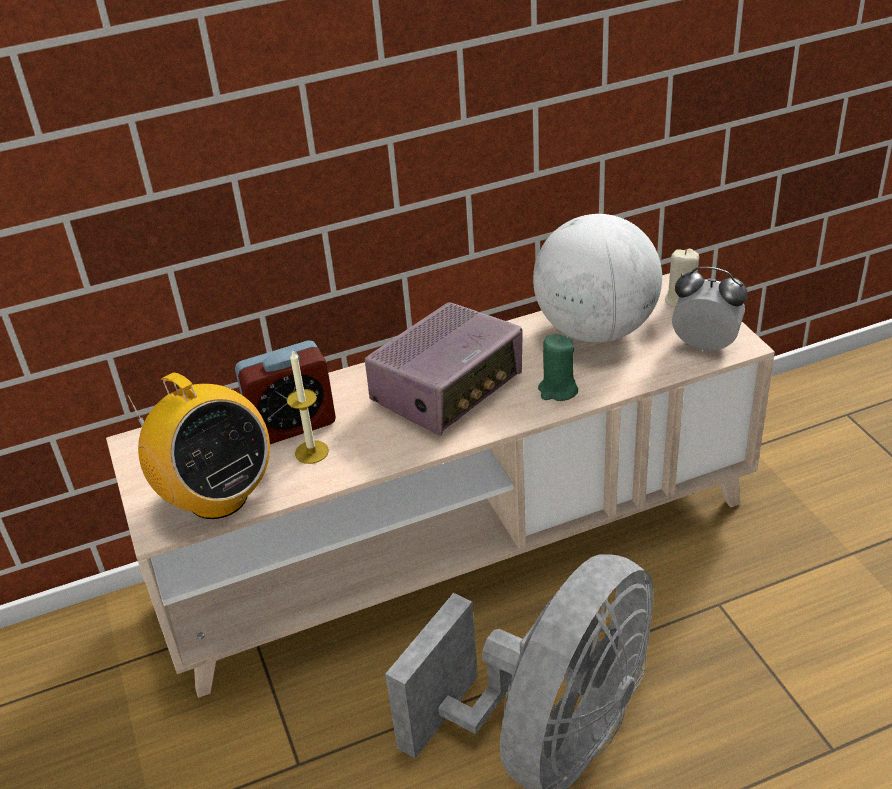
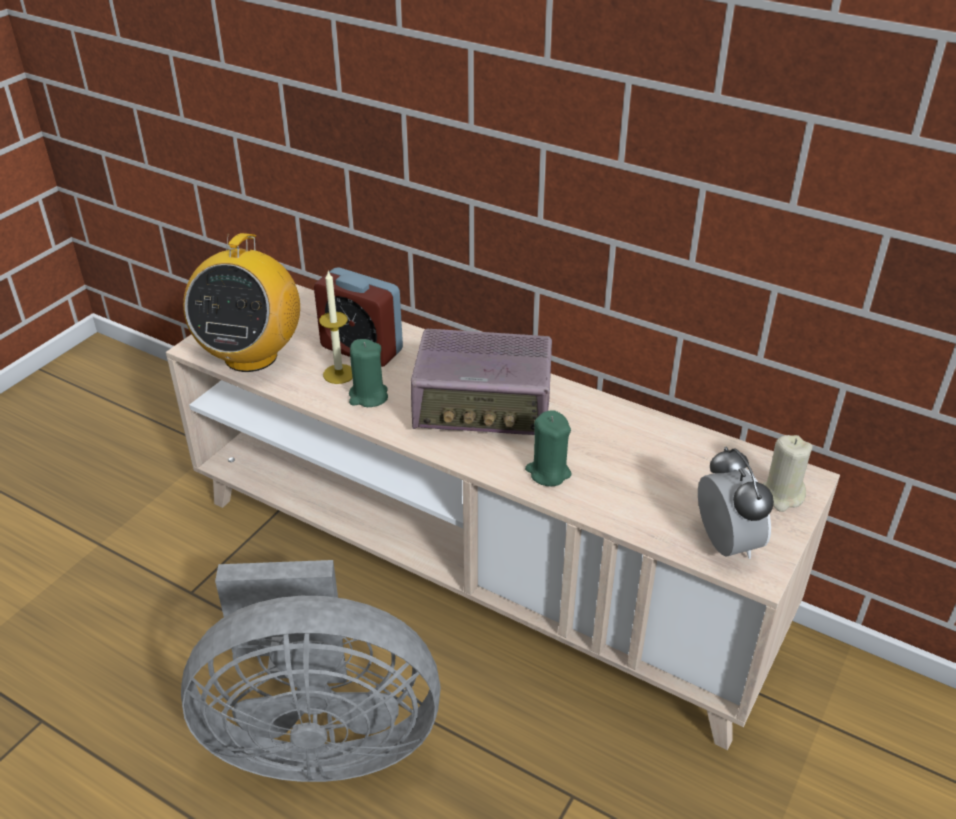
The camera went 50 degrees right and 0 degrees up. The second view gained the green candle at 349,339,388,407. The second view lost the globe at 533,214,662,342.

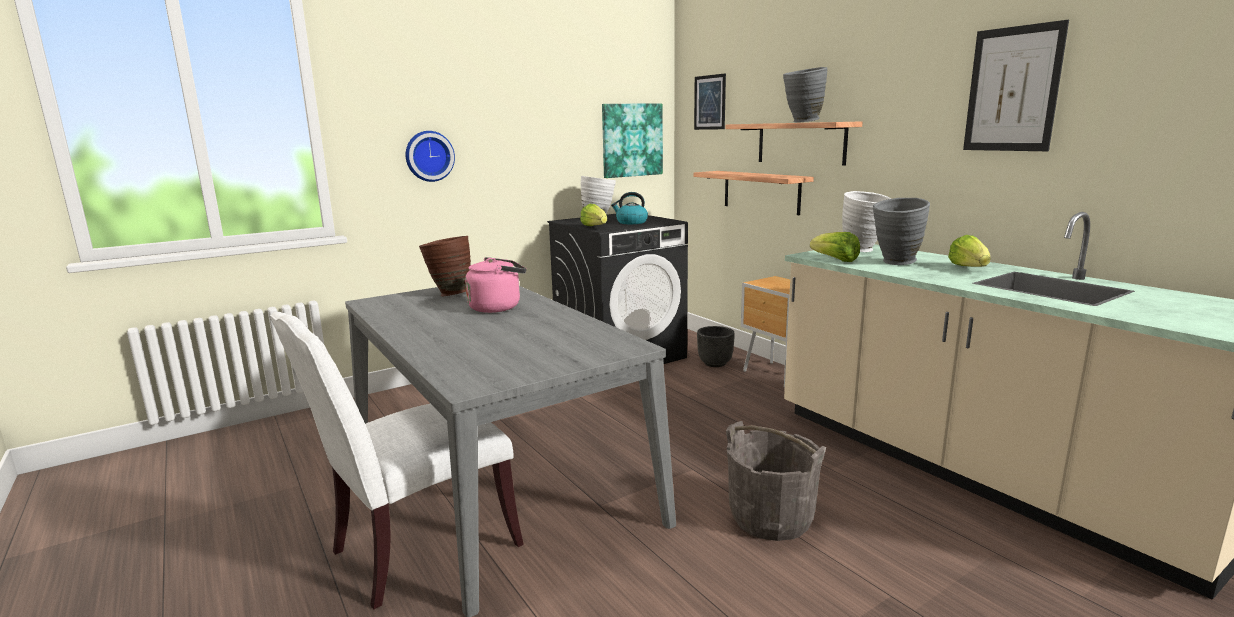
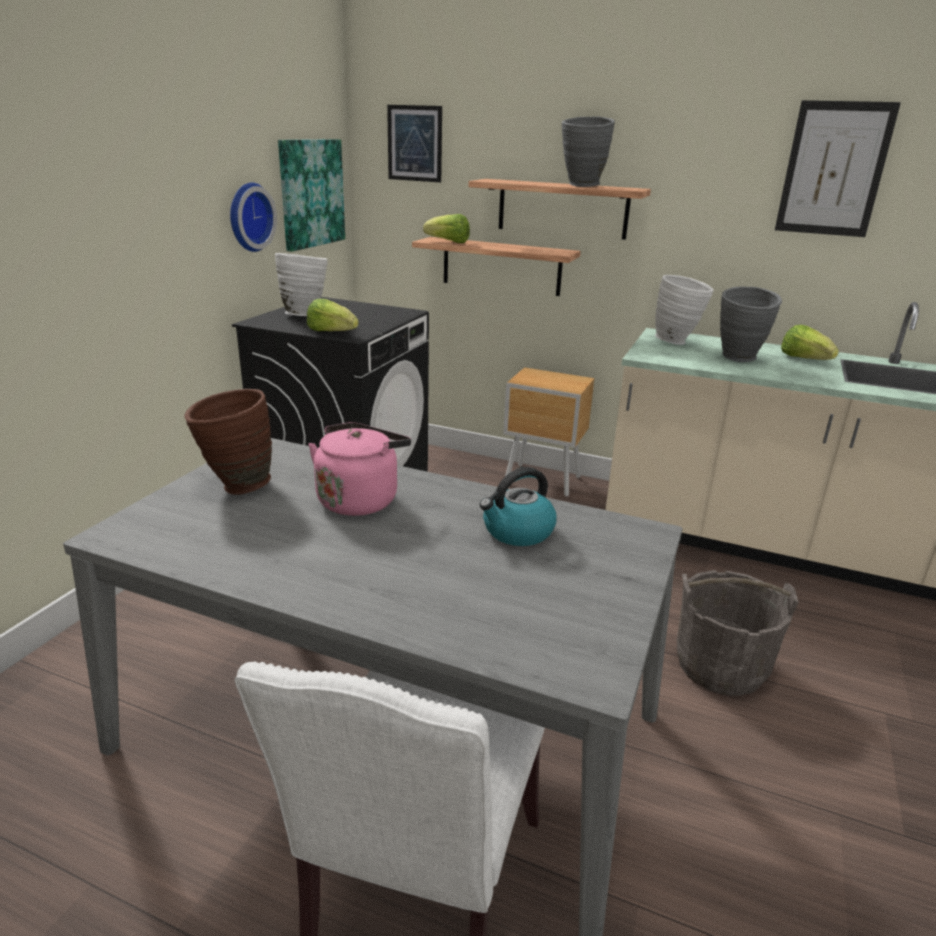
The camera went 35 degrees left and 10 degrees up. The wall clock ended up elsewhere, having gone from 406,131,455,182 to 230,182,277,252. The lettuce ended up elsewhere, having gone from 810,232,860,262 to 423,214,470,243. The kettle ended up elsewhere, having gone from 611,192,648,224 to 479,467,556,546. The second view lost the black planter at 697,326,735,367.

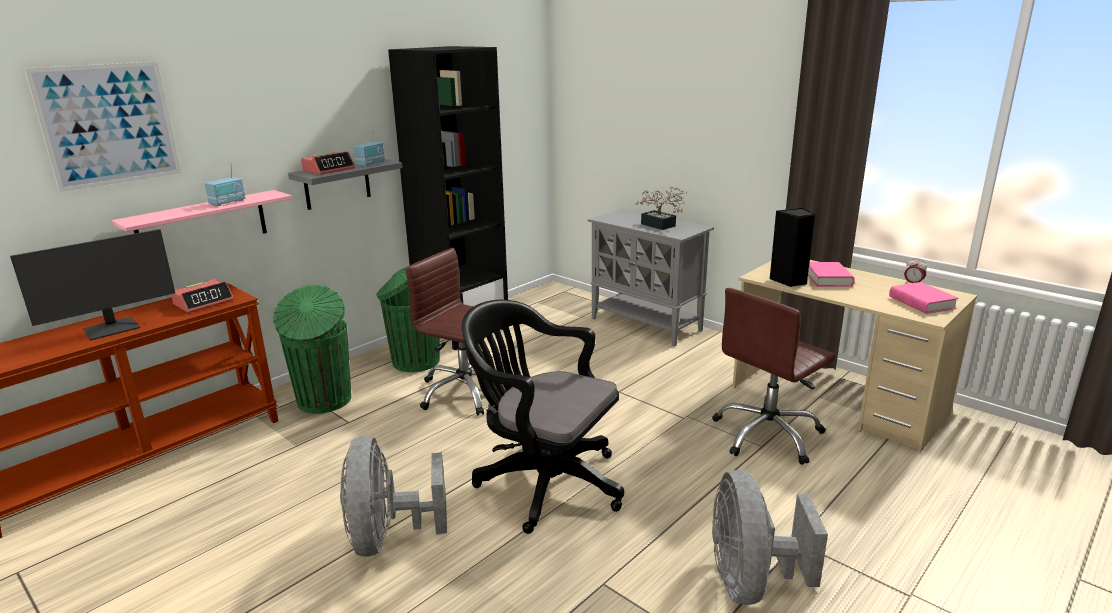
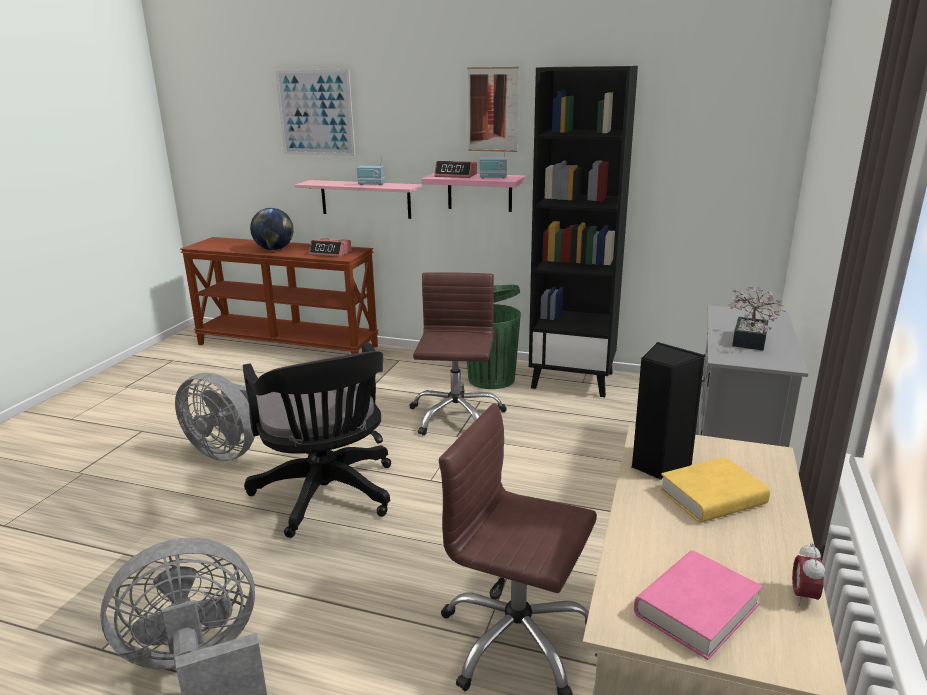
The camera went 65 degrees right and 0 degrees up. The grey fan at 340,436,447,556 ended up facing another way, 120 degrees counterclockwise from before. The black office chair at 462,300,624,534 ended up facing another way, 150 degrees clockwise from before. Where the monitor stood at 10,229,175,340, the globe came to stand at 250,208,294,250. What was the grey shelf at 288,159,403,210 turned into the pink shelf at 421,173,526,212. The second view gained the picture at 467,67,519,152. What was the pink book at 808,262,855,287 turned into the yellow book at 660,457,770,523. The second view lost the green trash can at 273,285,351,414.

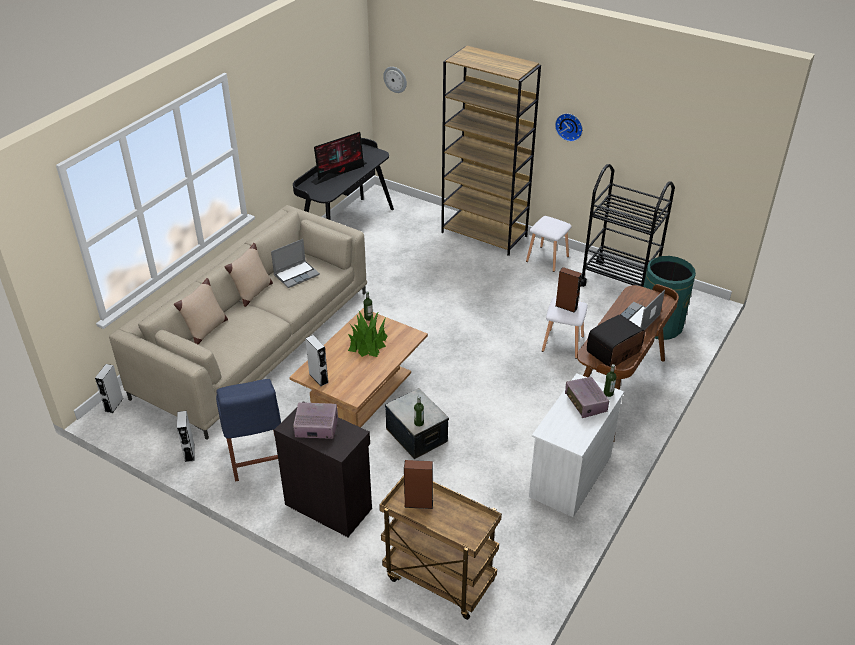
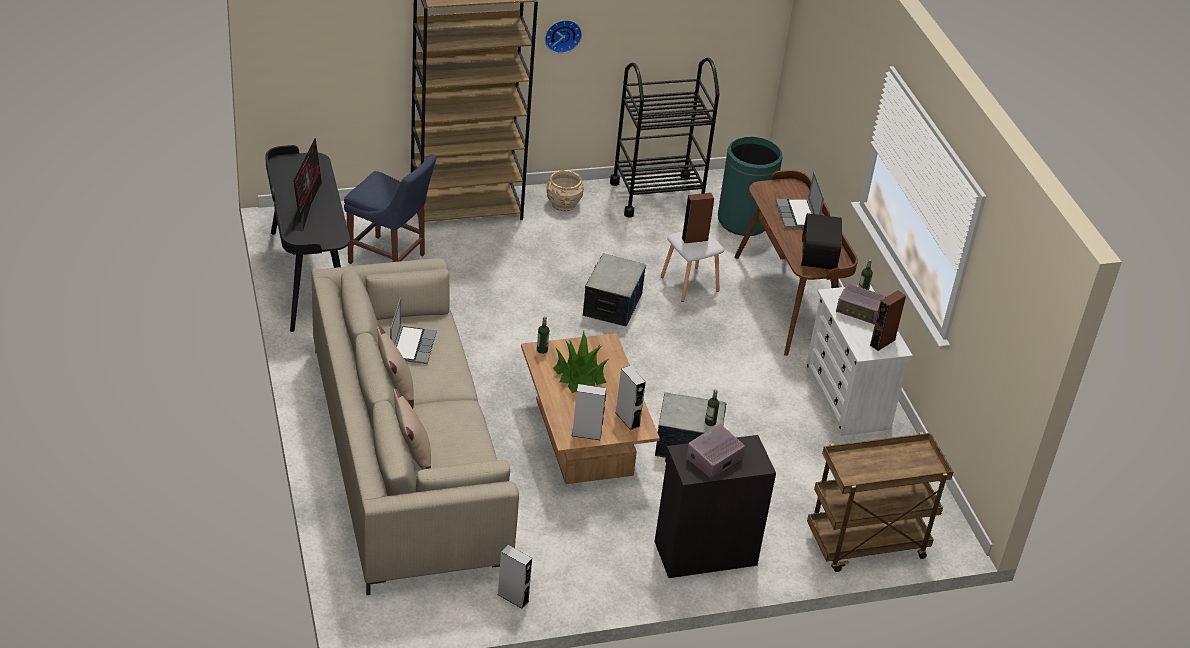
The camera went 50 degrees left and 0 degrees up. The blue chair ended up elsewhere, having gone from 216,379,281,482 to 344,154,436,264. Where the white stool stood at 526,216,572,272, the beige planter came to stand at 546,170,584,211. The second view gained the storage box at 583,253,646,327. The grey speaker ended up elsewhere, having gone from 95,364,123,413 to 616,365,646,430. The brown speaker ended up elsewhere, having gone from 404,460,433,509 to 870,290,906,351. The second view lost the wall clock at 383,67,407,93.

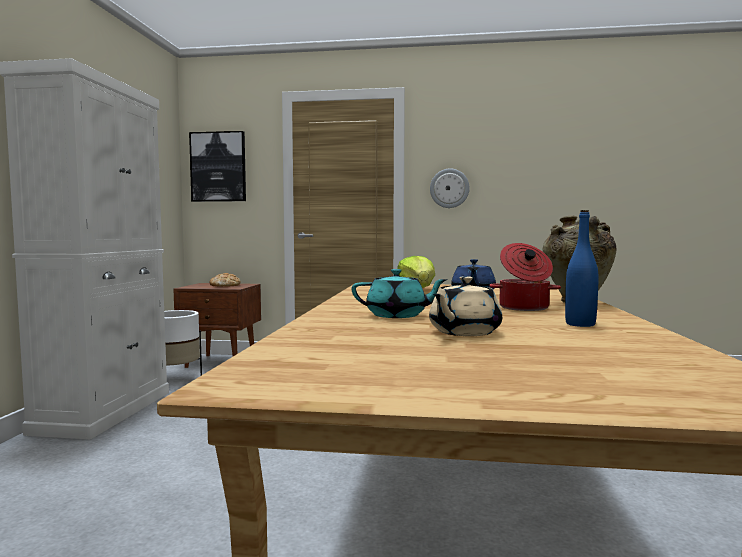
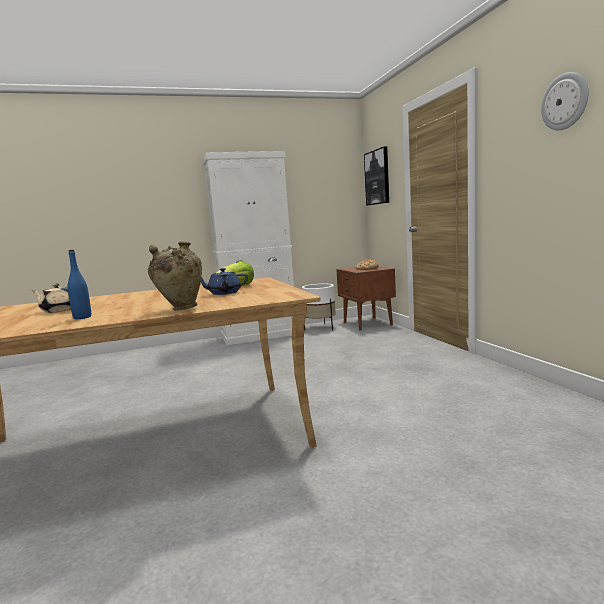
The camera went 65 degrees right and 5 degrees up. The wall clock ended up elsewhere, having gone from 430,168,470,208 to 541,72,588,130. The second view lost the turquoise teapot at 352,269,448,318. The second view lost the cooking pot at 489,243,561,311.

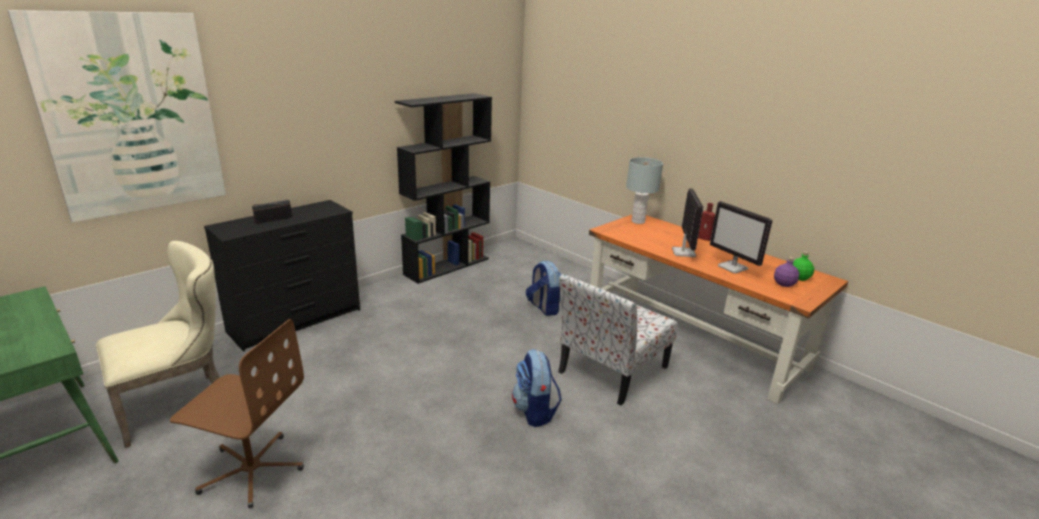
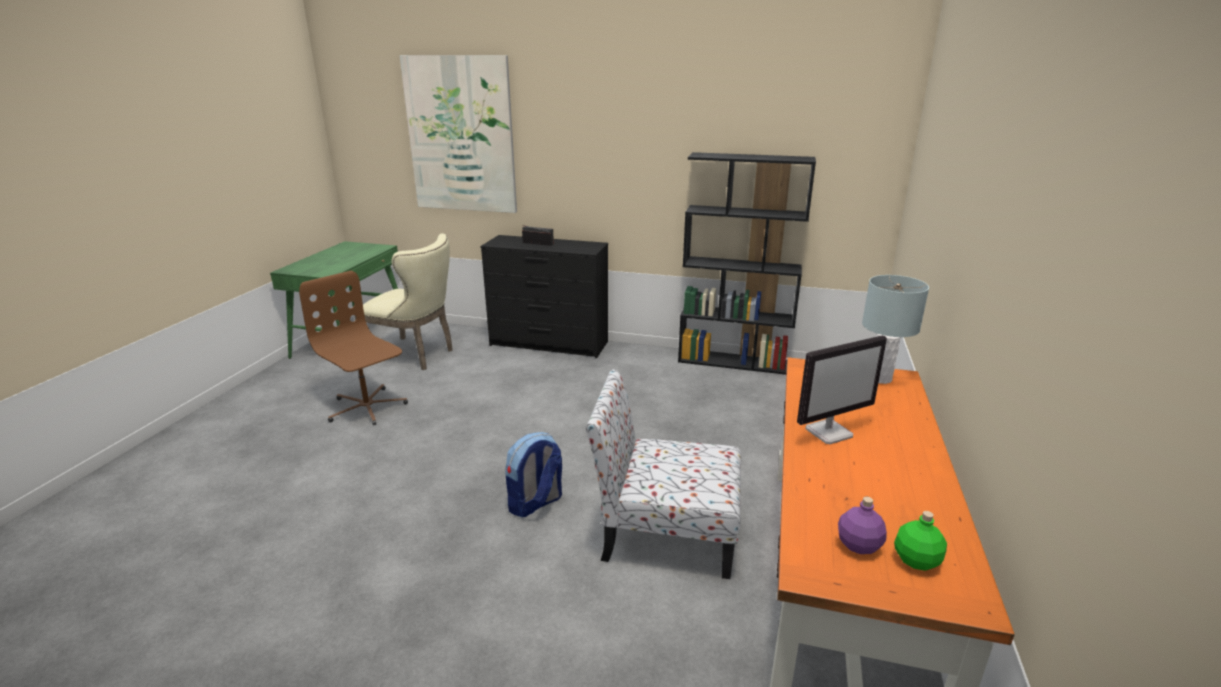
The camera went 60 degrees right and 0 degrees up. The brown office chair at 170,319,304,508 ended up facing another way, 150 degrees clockwise from before. The second view lost the backpack at 526,260,562,316. The second view lost the red bottle at 698,203,715,241. The second view lost the monitor at 710,201,772,273.

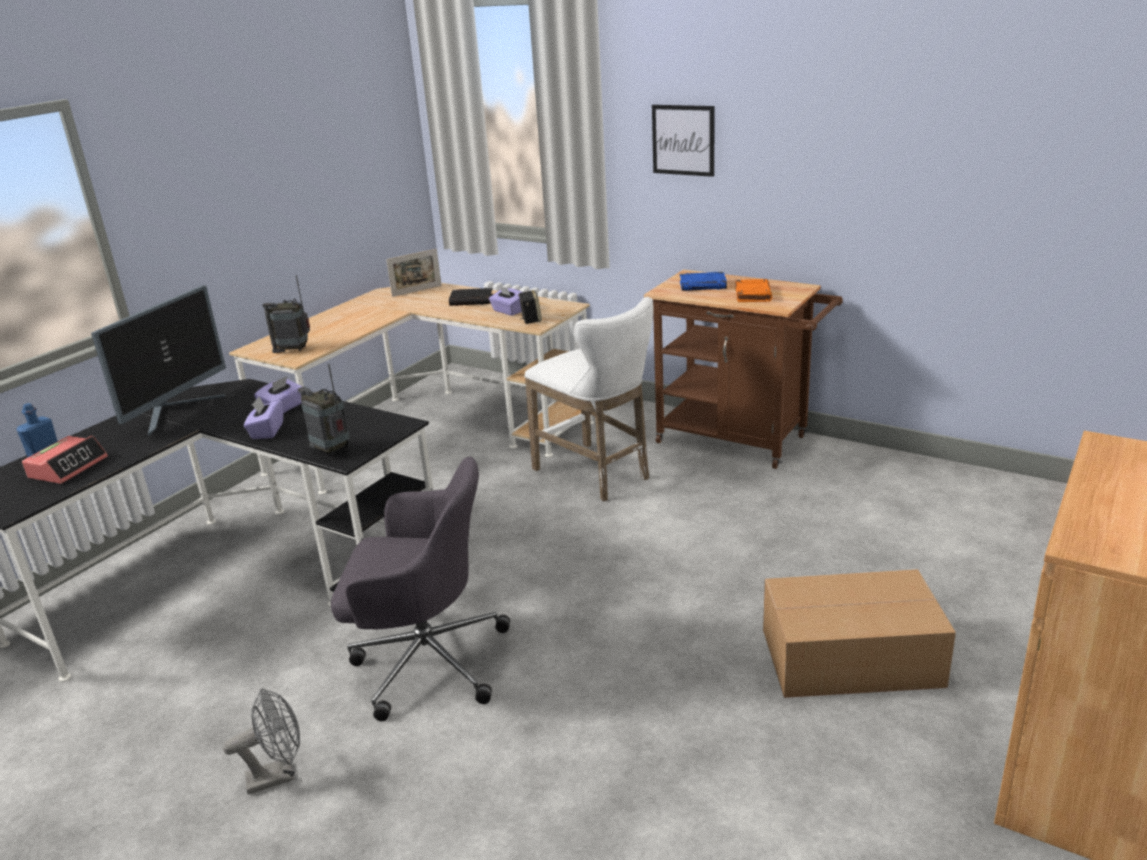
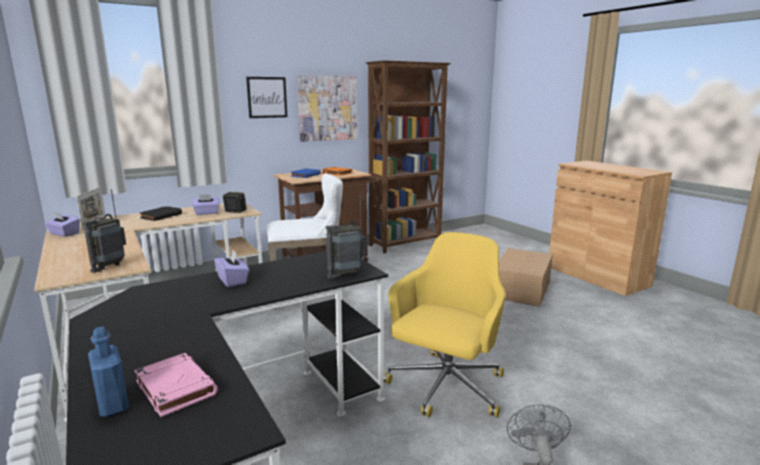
The camera went 65 degrees left and 10 degrees down. The purple tissue box ended up elsewhere, having gone from 244,397,283,439 to 45,211,80,237. Where the alarm clock stood at 22,436,108,484, the pink book came to stand at 135,353,218,417. The second view gained the picture at 297,75,357,142. The second view gained the brown bookcase at 366,60,451,254. What was the grey office chair at 331,457,510,721 turned into the yellow office chair at 384,232,505,417. The second view lost the monitor at 91,285,226,436.

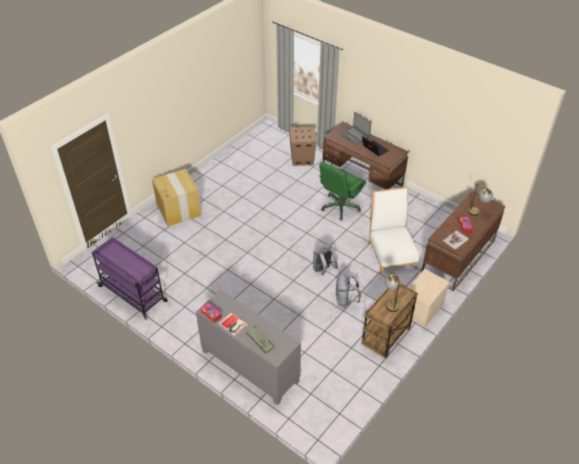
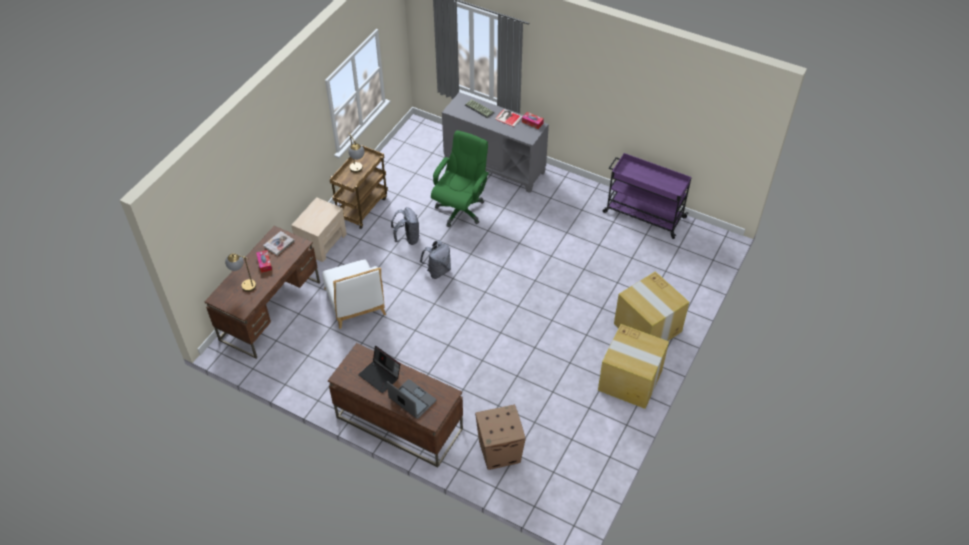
The camera went 170 degrees right and 5 degrees up. The green office chair ended up elsewhere, having gone from 319,162,366,221 to 431,130,489,227. The second view gained the cardboard box at 598,324,669,409.

